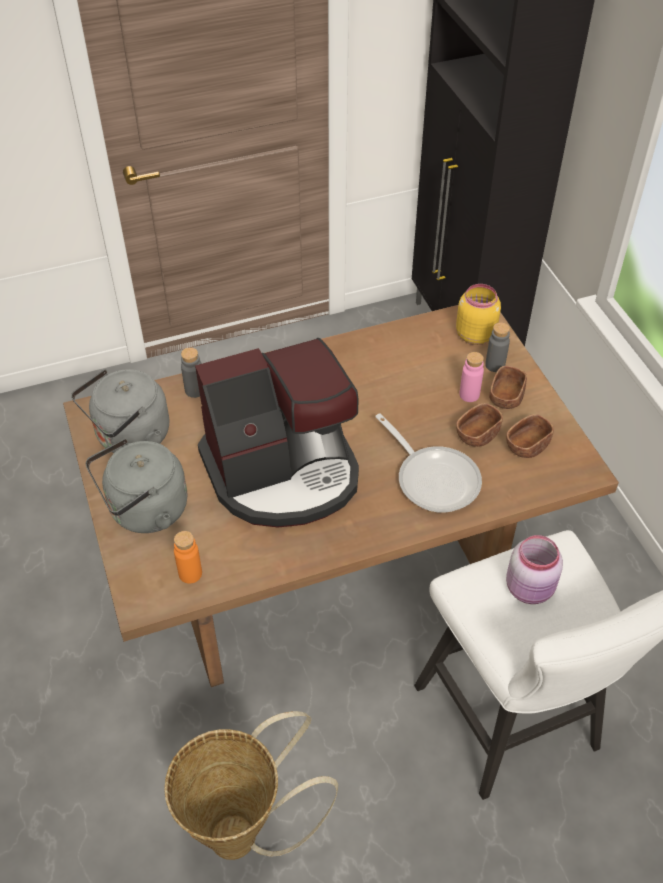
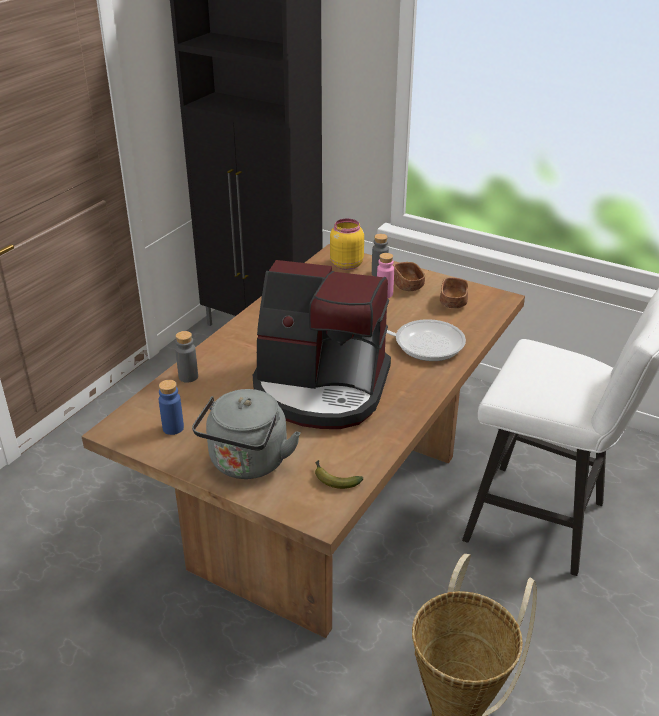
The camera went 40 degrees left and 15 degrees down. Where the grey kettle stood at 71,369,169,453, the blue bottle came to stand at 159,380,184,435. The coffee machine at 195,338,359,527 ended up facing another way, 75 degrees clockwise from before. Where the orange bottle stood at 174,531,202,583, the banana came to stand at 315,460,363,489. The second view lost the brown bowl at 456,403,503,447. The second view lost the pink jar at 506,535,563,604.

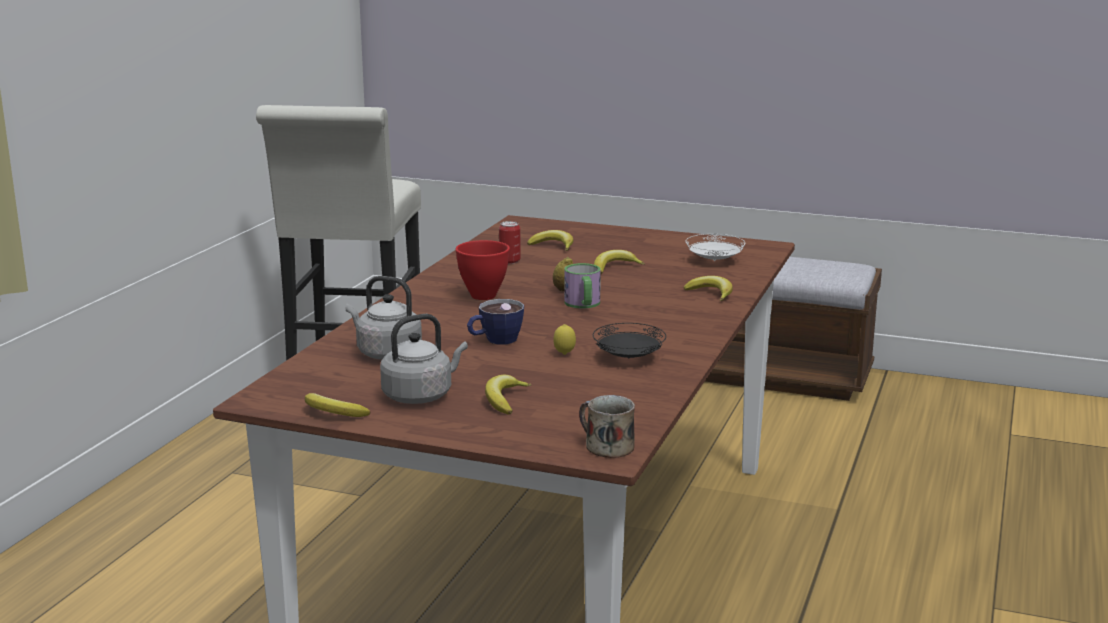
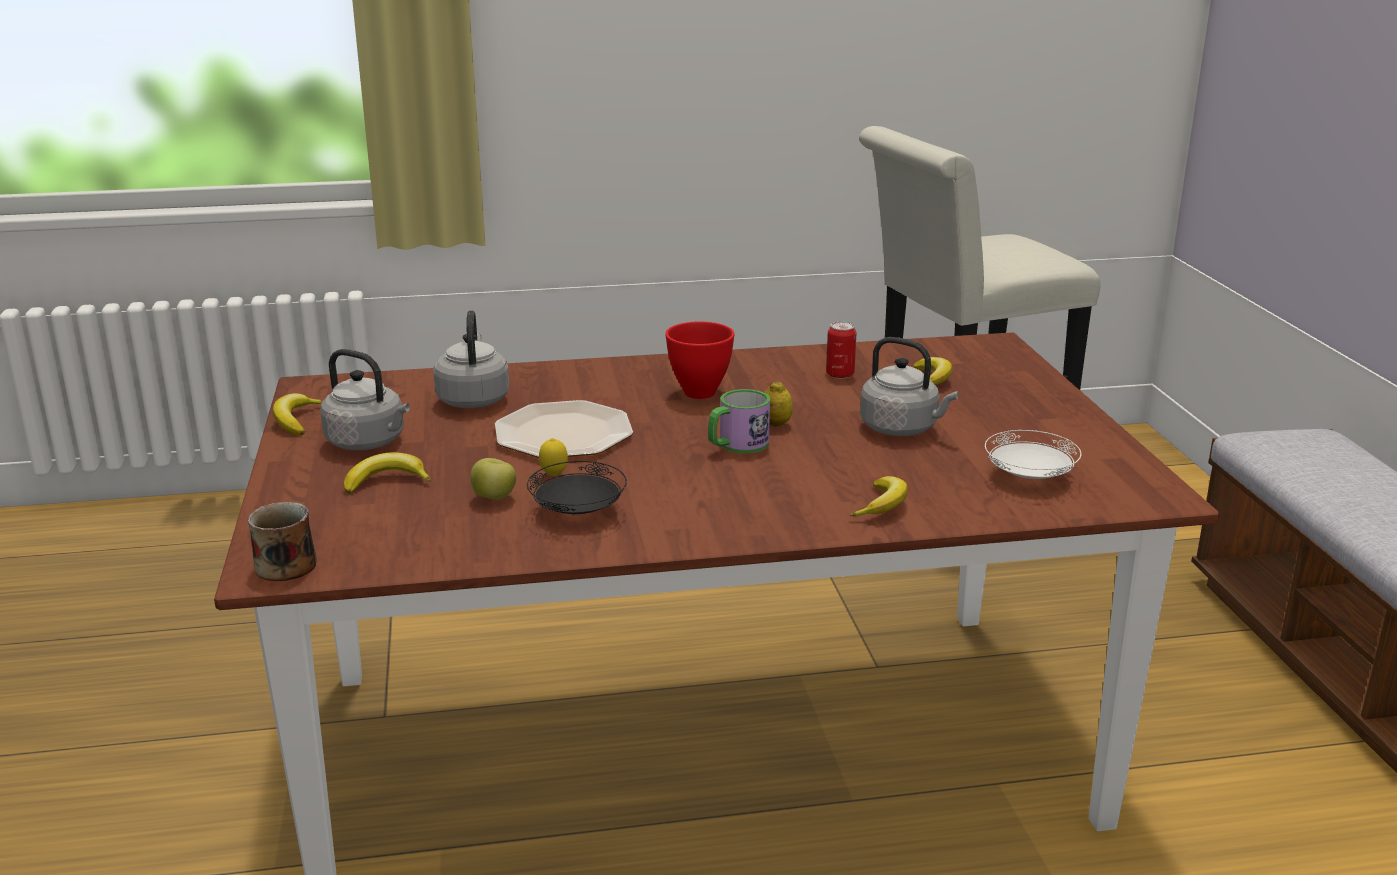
The camera went 60 degrees right and 5 degrees up. The second view gained the apple at 470,458,516,500. Where the cup stood at 467,299,524,345, the plate came to stand at 495,400,633,458. Where the banana stood at 594,250,645,274, the grey kettle came to stand at 860,337,958,436.

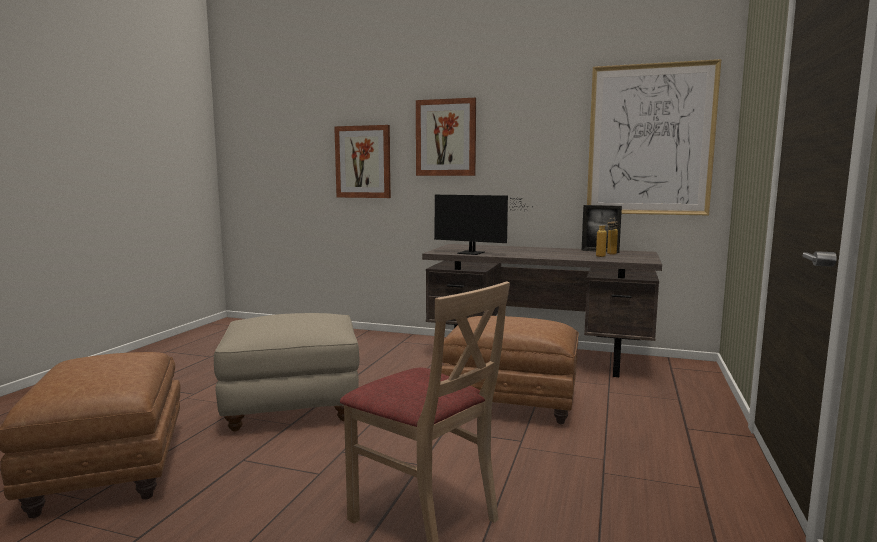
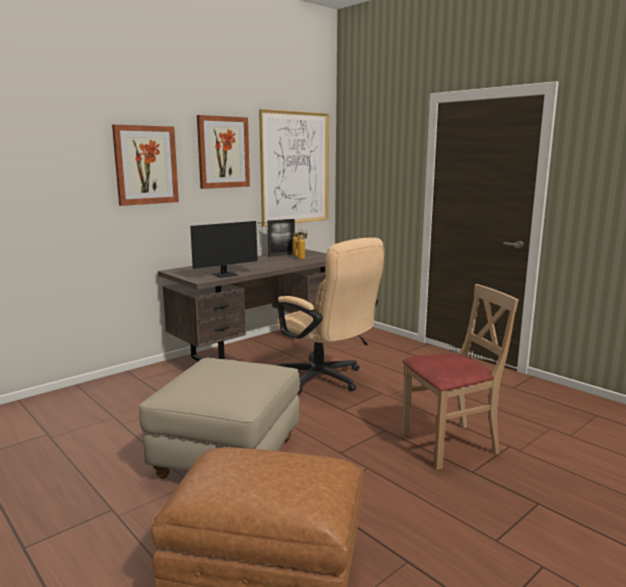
The camera went 60 degrees left and 5 degrees up. The picture ended up elsewhere, having gone from 334,125,391,198 to 197,115,250,189. Where the brown ottoman stood at 441,316,579,424, the beige office chair came to stand at 276,238,384,394.

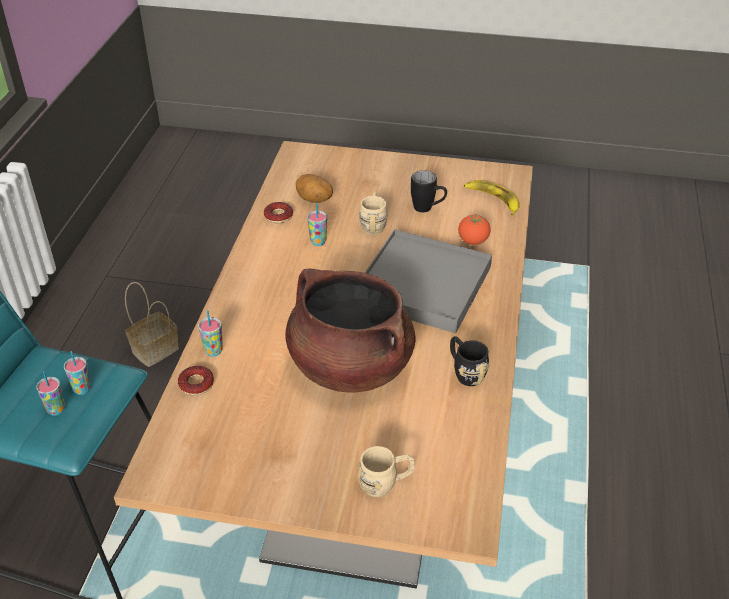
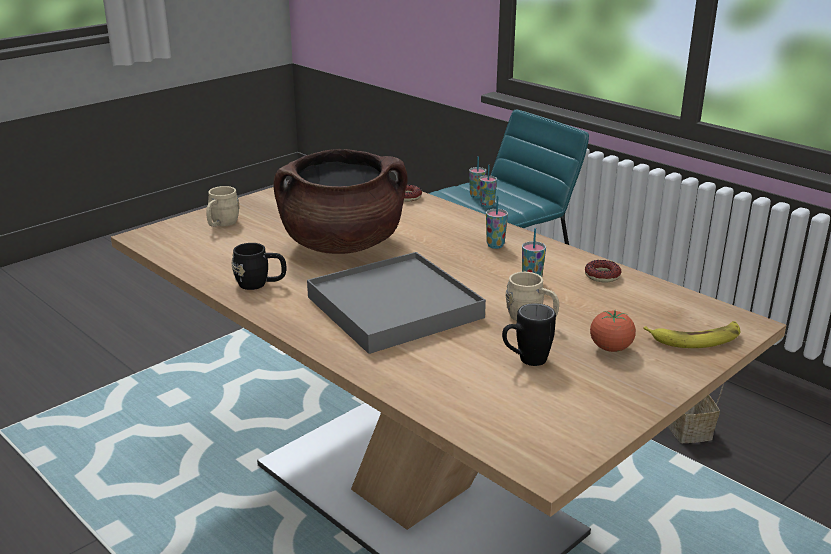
The camera went 125 degrees right and 15 degrees down. The cup ended up elsewhere, having gone from 198,310,223,357 to 486,196,508,249. The tomato ended up elsewhere, having gone from 458,214,490,245 to 590,310,636,352. The banana ended up elsewhere, having gone from 464,180,520,216 to 643,321,740,348. The second view lost the potato at 296,174,333,203.

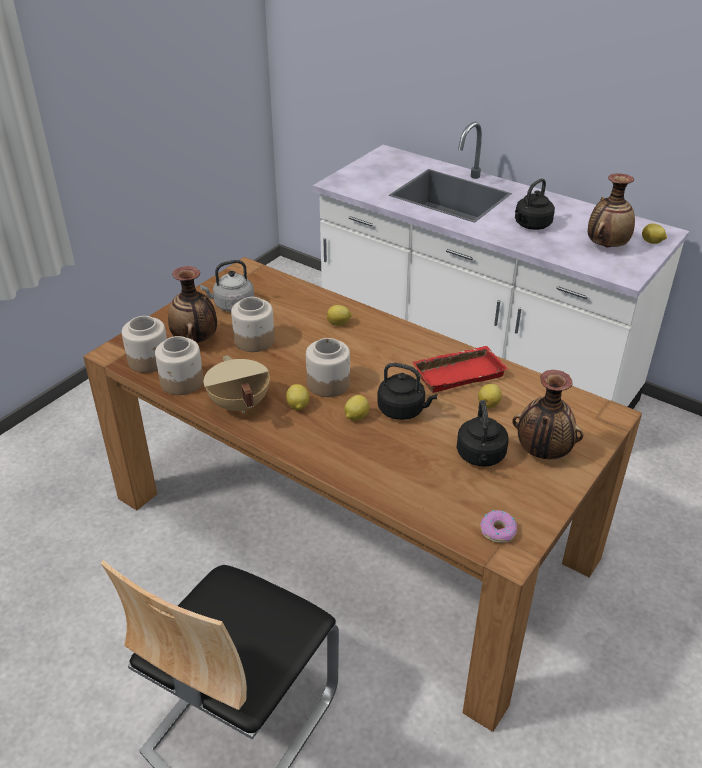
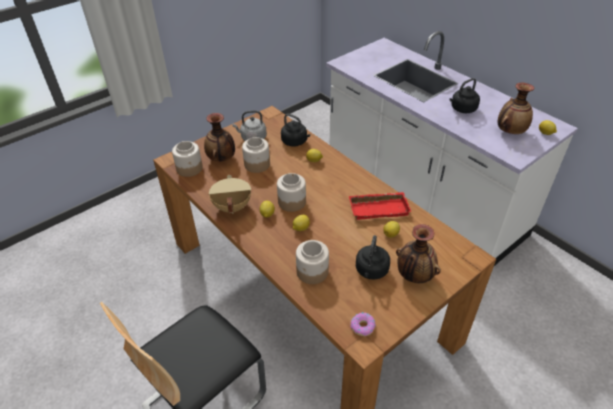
The camera went 15 degrees right and 5 degrees up. The black kettle ended up elsewhere, having gone from 377,363,437,420 to 281,114,310,147. The jar ended up elsewhere, having gone from 155,336,204,395 to 296,240,329,284.

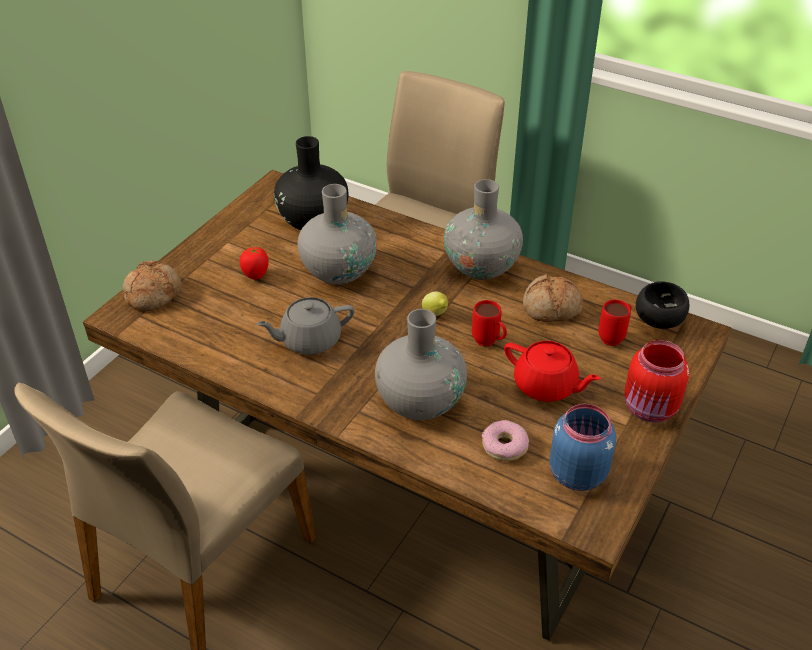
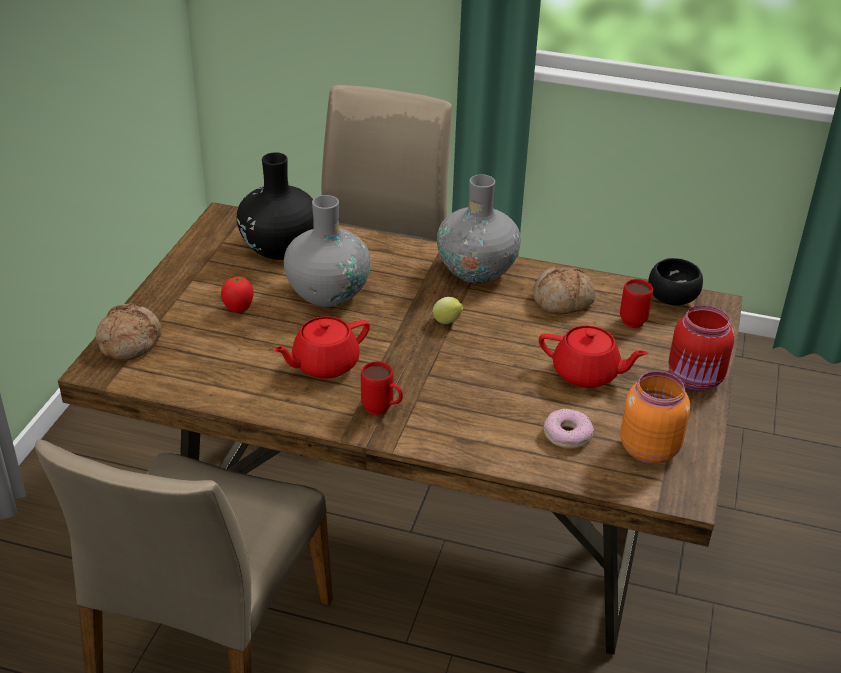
The camera went 15 degrees left and 5 degrees down. What was the grey teapot at 257,297,355,355 turned into the red teapot at 273,316,370,379. The red mug ended up elsewhere, having gone from 472,300,507,346 to 361,361,403,415. What was the blue jar at 549,404,616,491 turned into the orange jar at 620,371,690,464. The second view lost the grey vase at 375,309,467,420.

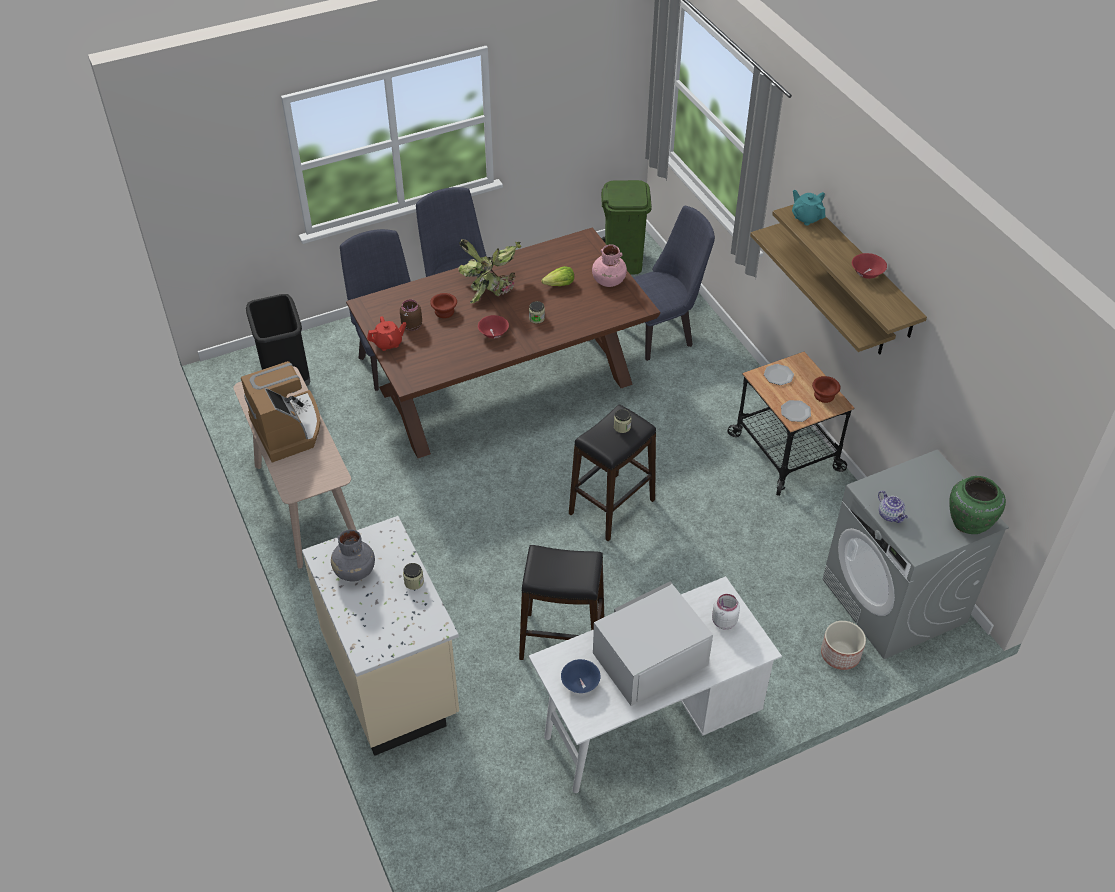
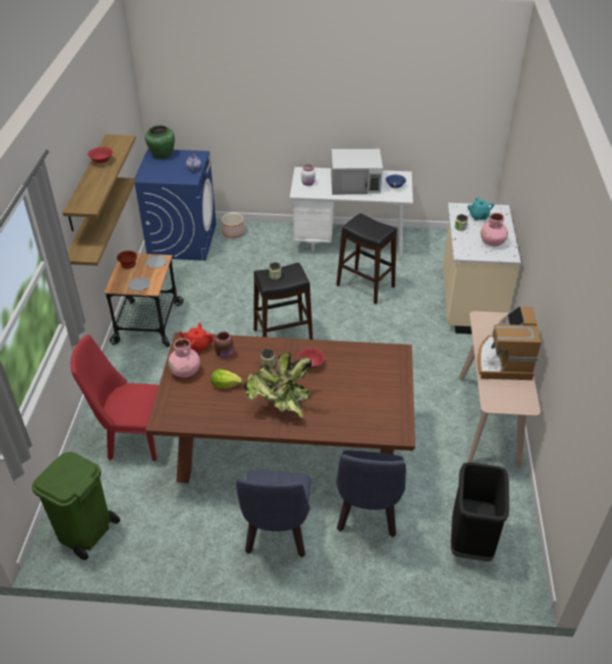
The camera went 150 degrees left and 5 degrees down. What was the blue chair at 623,206,715,361 turned into the red chair at 71,334,159,461. What was the grey washing machine at 822,450,1009,659 turned into the blue washing machine at 135,149,216,261. The red teapot ended up elsewhere, having gone from 367,316,406,351 to 179,323,214,352. The brown jar ended up elsewhere, having gone from 400,299,422,331 to 214,331,234,358. The turquoise teapot ended up elsewhere, having gone from 792,190,825,226 to 468,197,494,221. What was the grey vase at 331,529,375,582 turned into the pink vase at 481,213,508,246. The second view lost the brown bowl at 430,293,457,318.

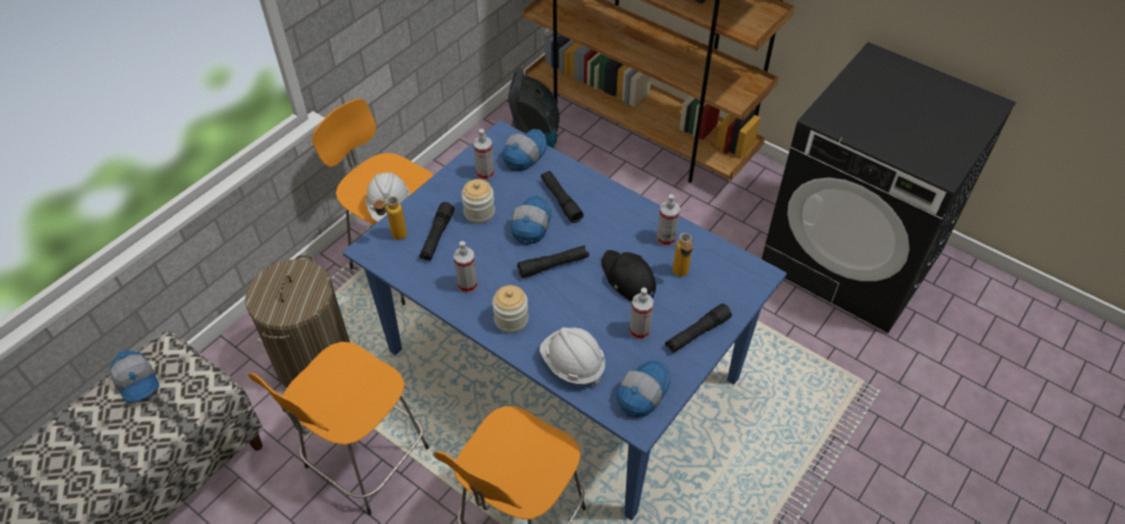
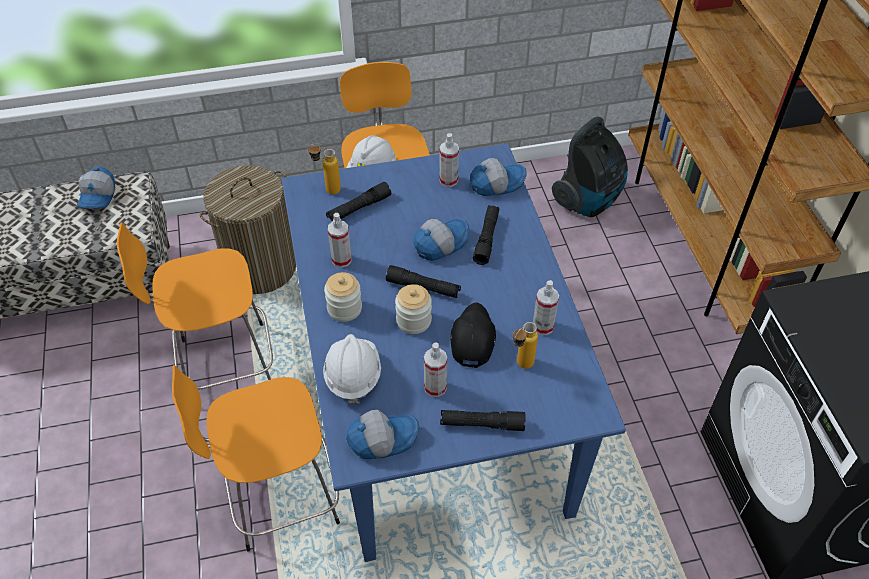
The camera went 40 degrees right and 0 degrees up. The jar ended up elsewhere, having gone from 461,179,495,224 to 395,284,432,334.

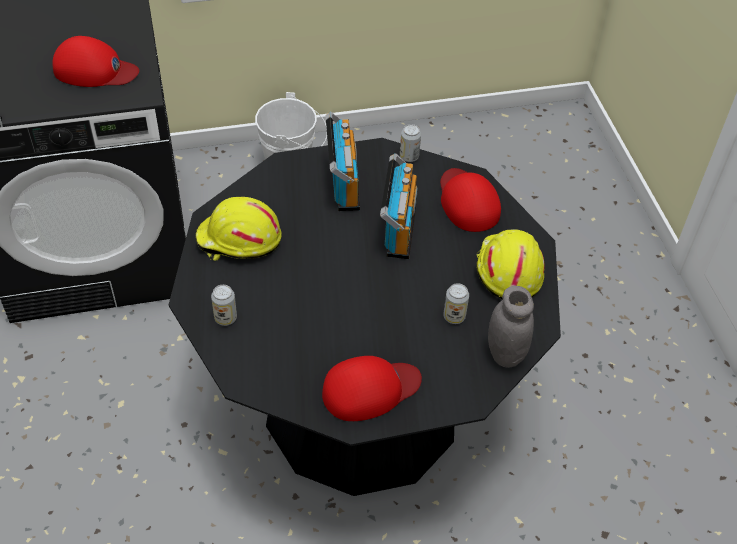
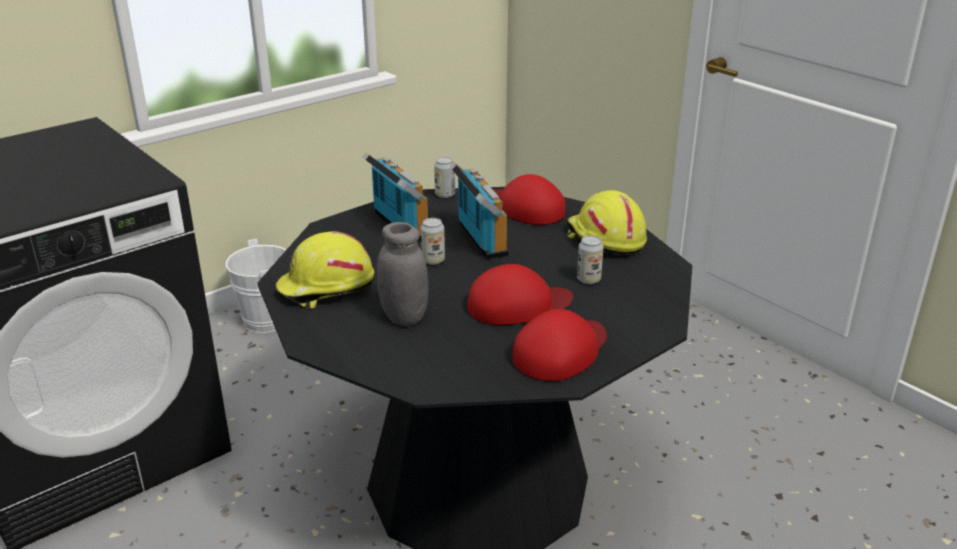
The camera went 25 degrees left and 20 degrees down. The grey jar ended up elsewhere, having gone from 488,286,534,368 to 377,222,428,326. The can ended up elsewhere, having gone from 211,285,237,326 to 421,218,445,265. The red cap ended up elsewhere, having gone from 52,36,139,87 to 467,264,573,325.

